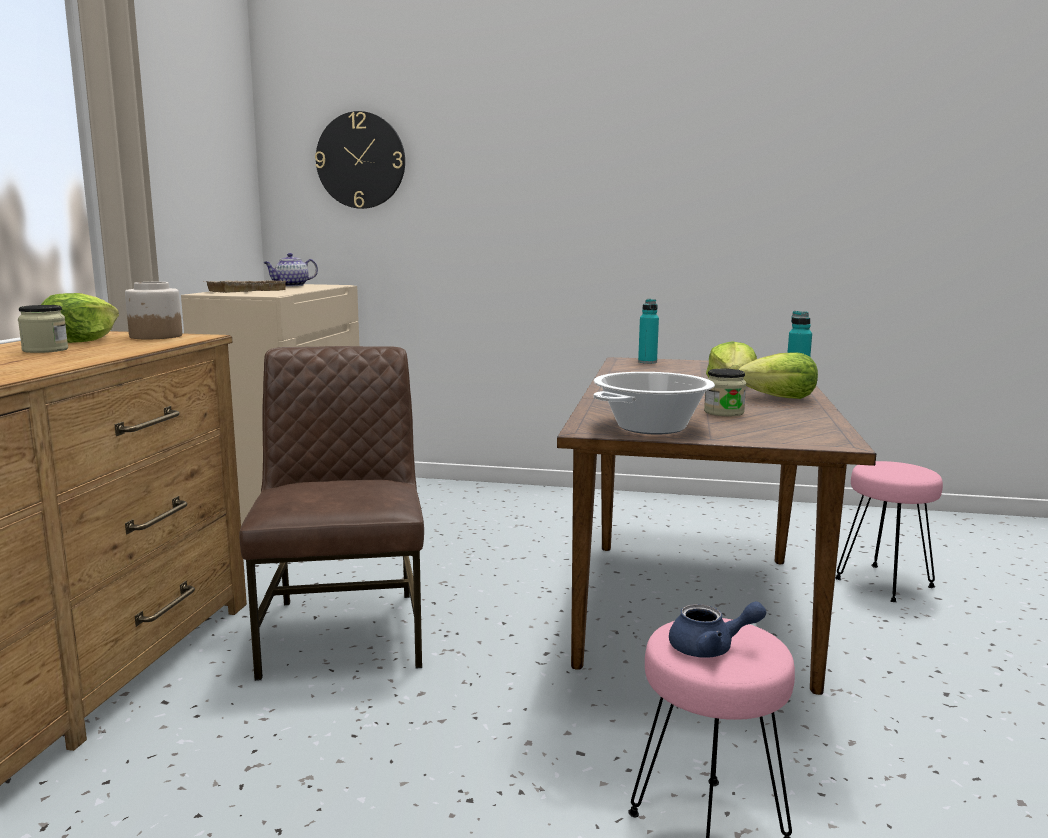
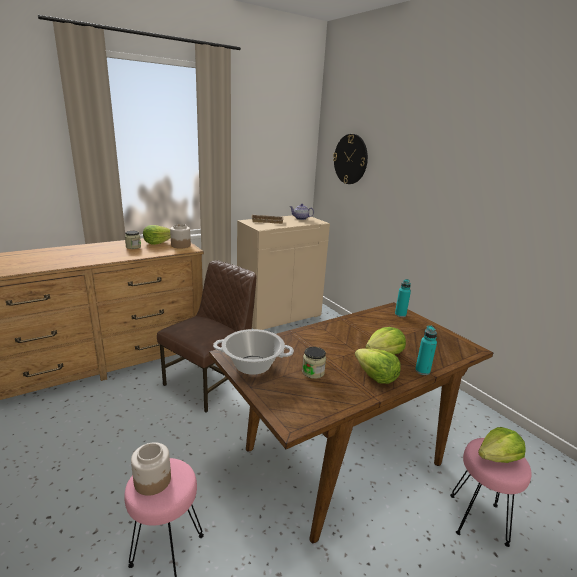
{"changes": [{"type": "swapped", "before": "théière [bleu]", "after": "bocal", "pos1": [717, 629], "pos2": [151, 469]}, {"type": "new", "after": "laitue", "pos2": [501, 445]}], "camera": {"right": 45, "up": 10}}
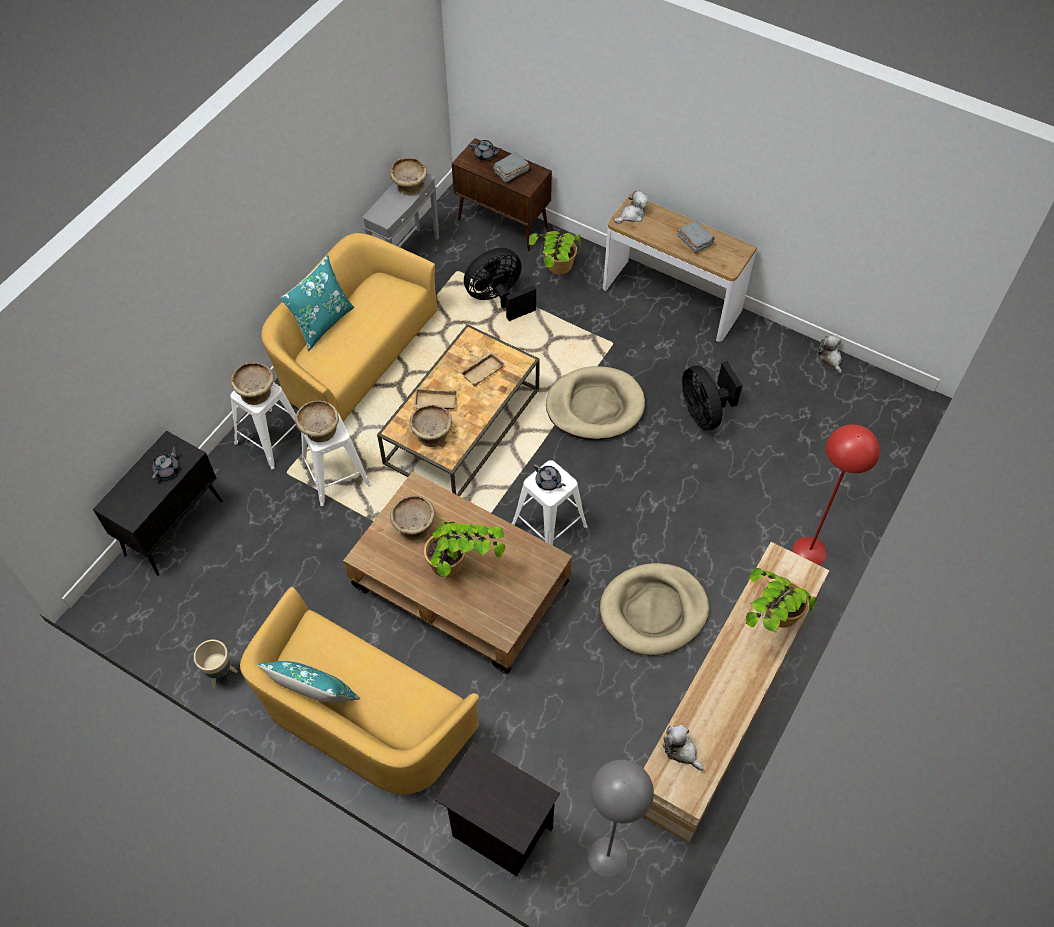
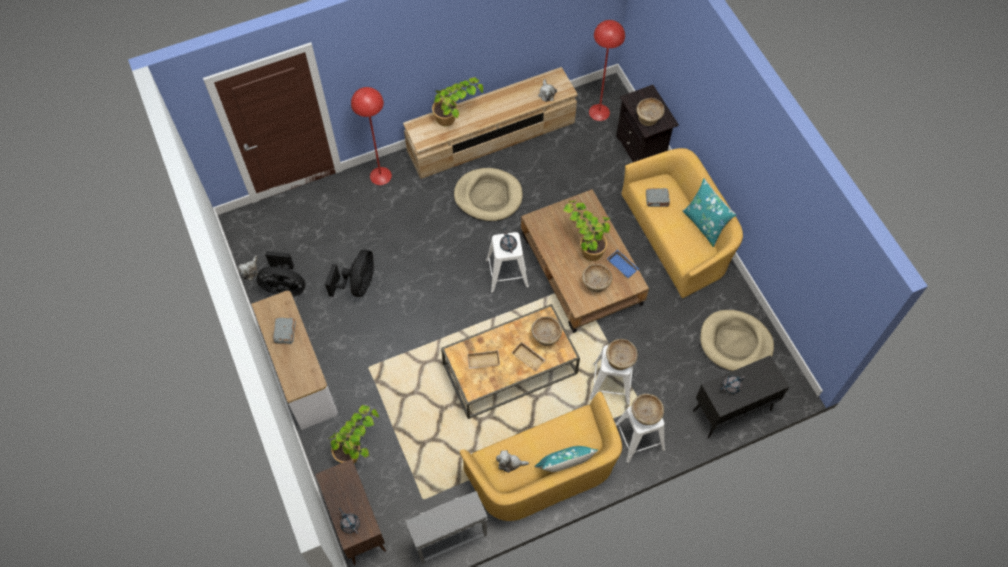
{"changes": [{"type": "gone", "before": "cache-pot [beige]", "pos1": [216, 664]}, {"type": "shifted", "before": "bol [beige]", "pos1": [408, 176], "pos2": [650, 111]}, {"type": "shifted", "before": "ventilateur [noir]", "pos1": [500, 284], "pos2": [281, 273]}, {"type": "shifted", "before": "livre [gris]", "pos1": [511, 167], "pos2": [658, 197]}, {"type": "shifted", "before": "panier pour chien [beige]", "pos1": [595, 403], "pos2": [737, 340]}, {"type": "repainted", "before": "lampadaire [gris]", "after": "lampadaire [rouge]", "pos1": [621, 818], "pos2": [607, 70]}, {"type": "shifted", "before": "peluche", "pos1": [631, 207], "pos2": [512, 461]}, {"type": "new", "after": "plateau [bleu]", "pos2": [623, 264]}], "camera": {"right": -145, "up": 5}}
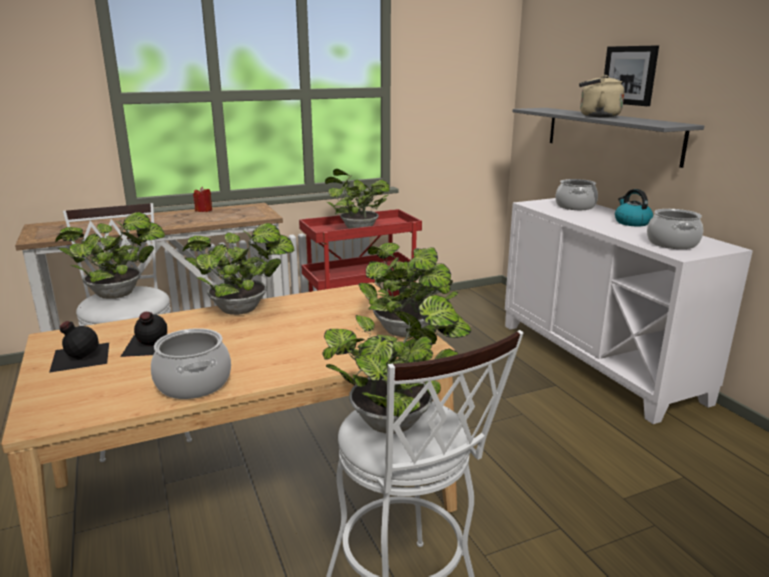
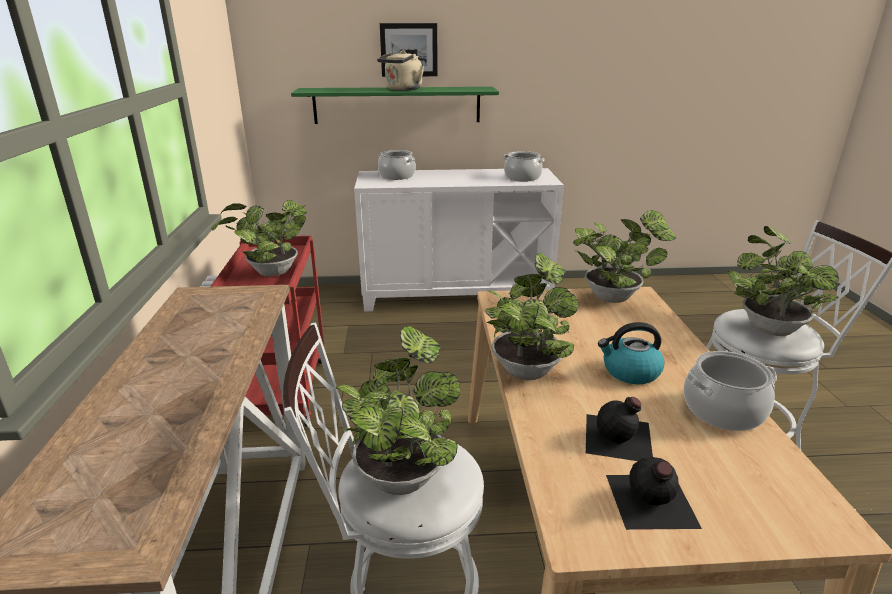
{"changes": [{"type": "gone", "before": "bougie [rouge]", "pos1": [202, 199]}, {"type": "repainted", "before": "étagère [gris]", "after": "étagère [vert]", "pos1": [608, 138], "pos2": [395, 105]}, {"type": "shifted", "before": "bouilloire", "pos1": [634, 207], "pos2": [631, 353]}], "camera": {"right": -70, "up": 5}}
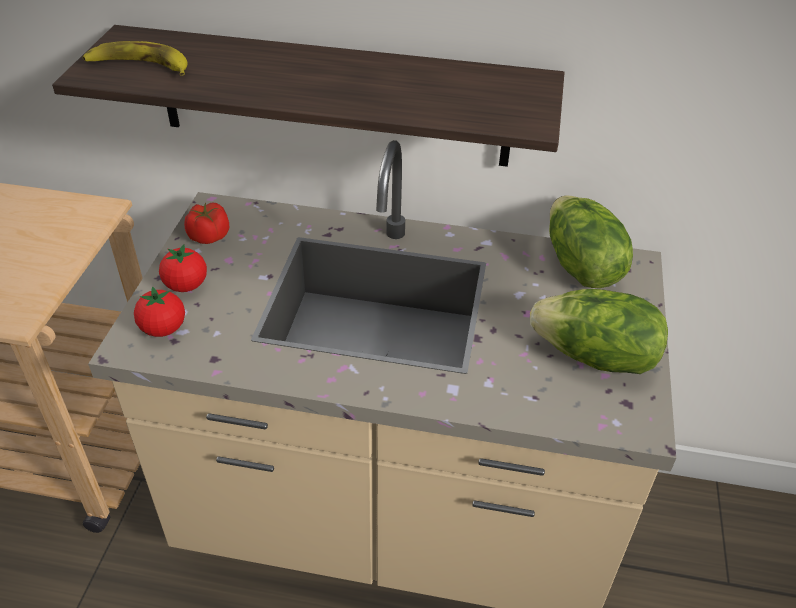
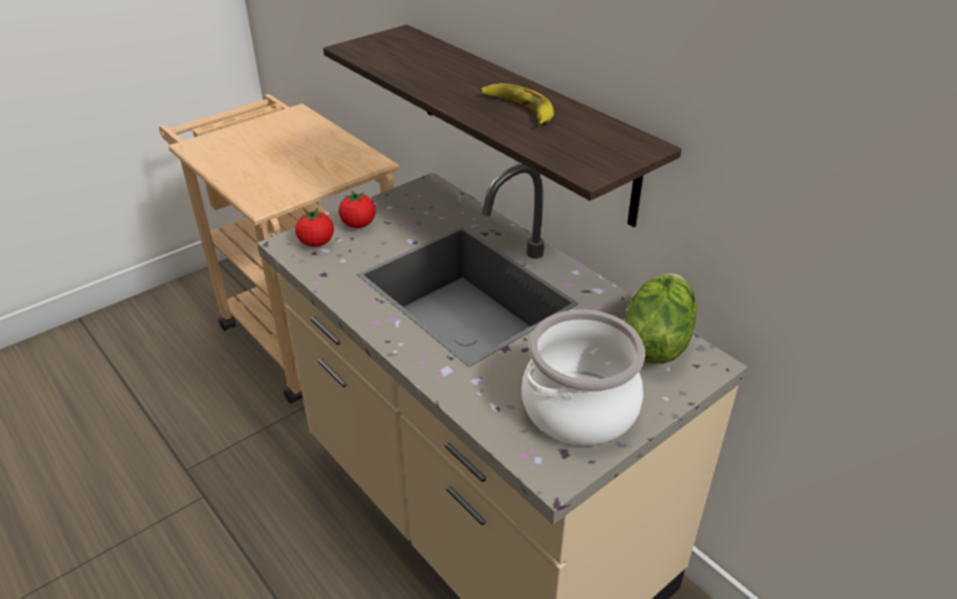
{"changes": [{"type": "shifted", "before": "banane", "pos1": [135, 58], "pos2": [517, 104]}, {"type": "gone", "before": "tomate", "pos1": [206, 223]}, {"type": "swapped", "before": "laitue", "after": "marmite", "pos1": [599, 331], "pos2": [583, 377]}], "camera": {"right": 40, "up": -5}}
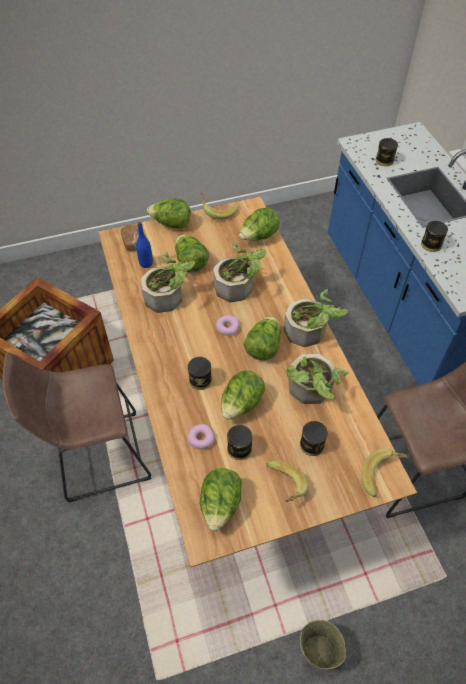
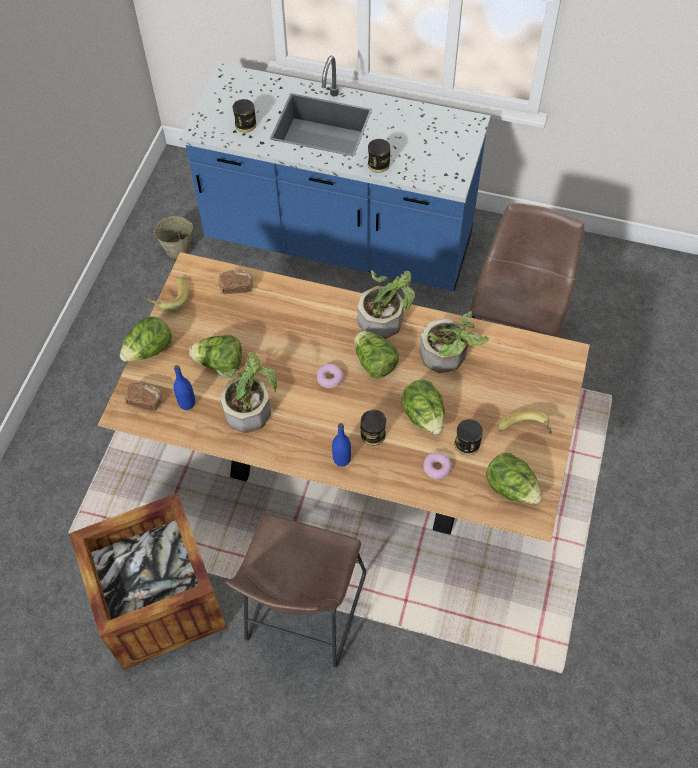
{"changes": [{"type": "gone", "before": "plante en pot", "pos1": [239, 272]}, {"type": "swapped", "before": "laitue", "after": "pain", "pos1": [259, 224], "pos2": [235, 282]}, {"type": "gone", "before": "boîte métallique", "pos1": [314, 438]}, {"type": "shifted", "before": "seau [beige]", "pos1": [323, 645], "pos2": [173, 236]}, {"type": "gone", "before": "banane", "pos1": [386, 472]}, {"type": "new", "after": "bouteille [bleu]", "pos2": [341, 444]}], "camera": {"right": -55, "up": 5}}
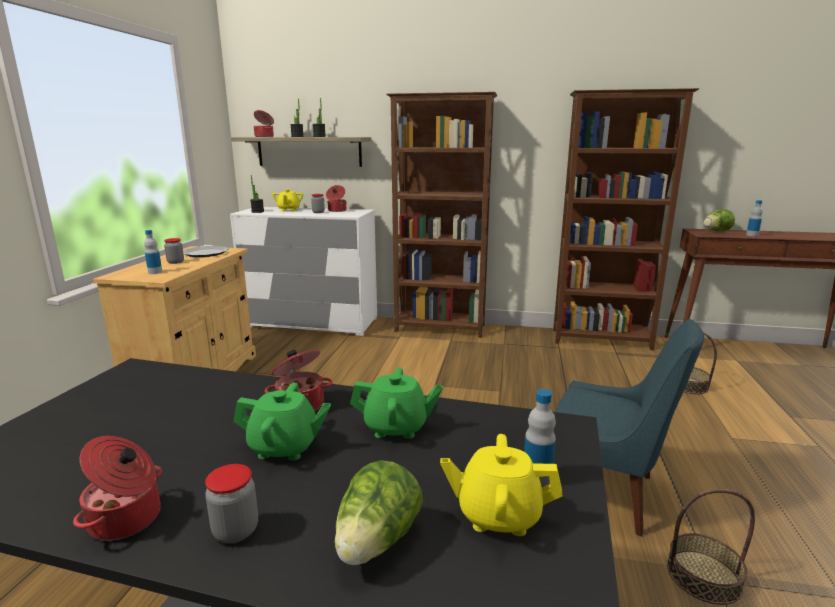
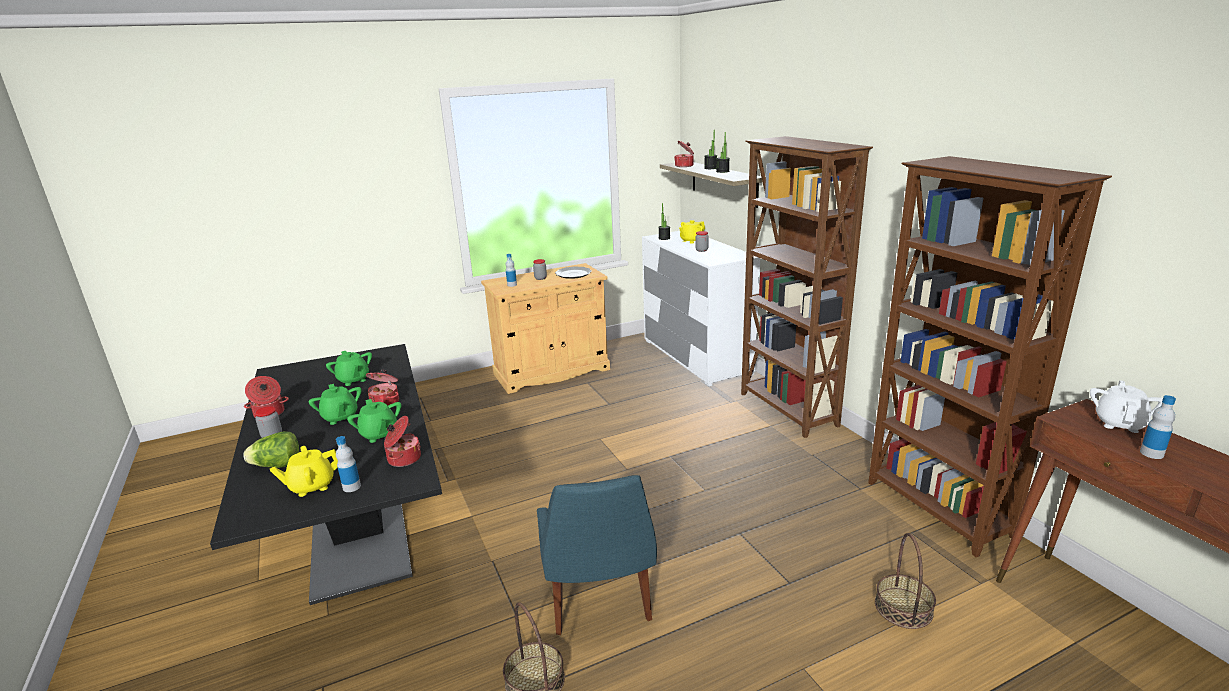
{"changes": [{"type": "shifted", "before": "marmite", "pos1": [336, 198], "pos2": [402, 441]}, {"type": "rotated", "before": "théière [jaune]", "pos1": [501, 485], "pos2": [304, 471], "turn": -90}, {"type": "swapped", "before": "laitue", "after": "théière [blanc]", "pos1": [719, 220], "pos2": [1126, 406]}, {"type": "new", "after": "théière [vert]", "pos2": [349, 368]}], "camera": {"right": 55, "up": 5}}
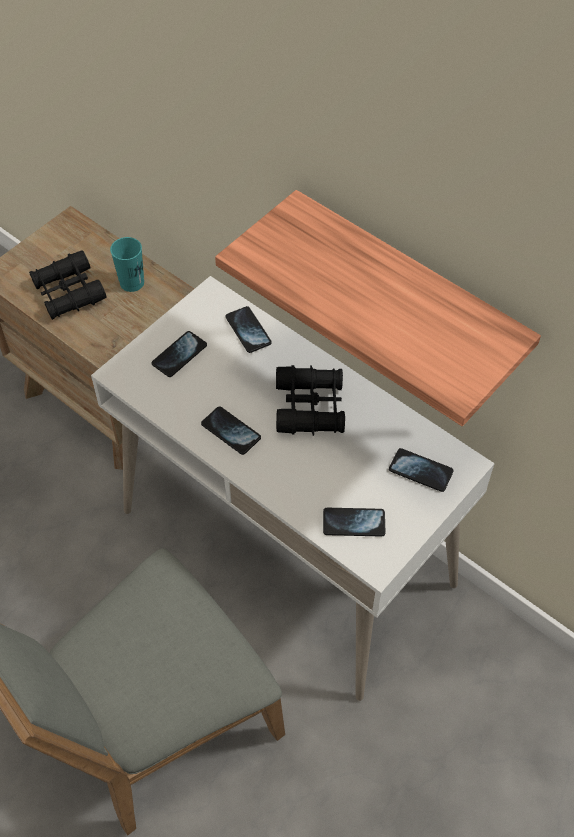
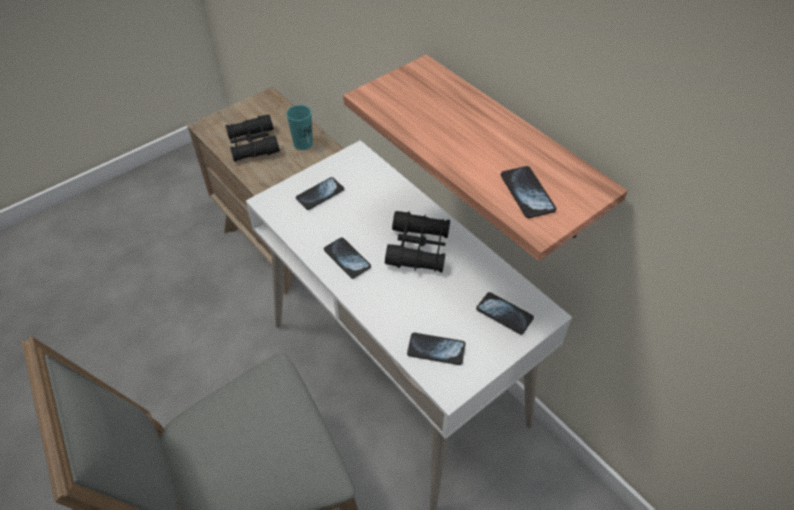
{"changes": [{"type": "shifted", "before": "téléphone", "pos1": [249, 329], "pos2": [528, 192]}], "camera": {"right": 10, "up": -5}}
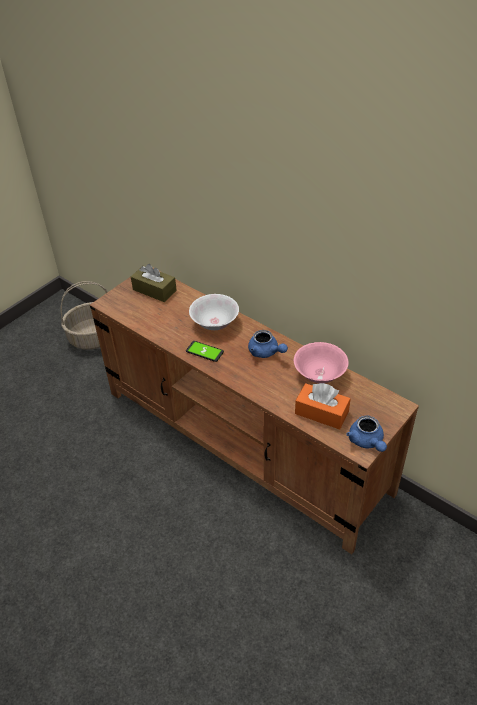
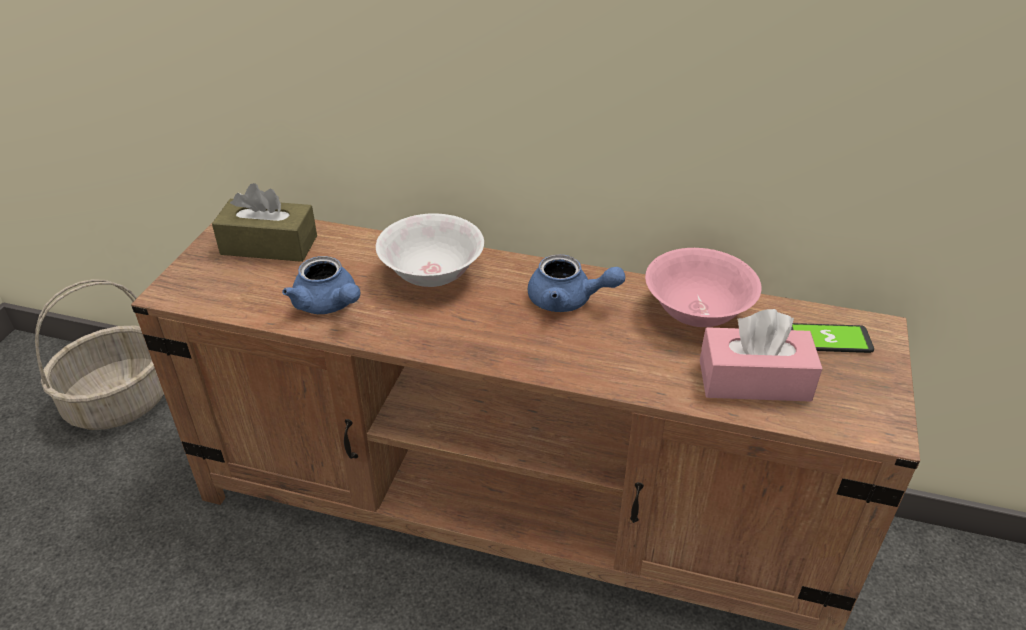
{"changes": [{"type": "shifted", "before": "téléphone", "pos1": [205, 351], "pos2": [832, 338]}, {"type": "repainted", "before": "boîte à mouchoirs [orange]", "after": "boîte à mouchoirs [rose]", "pos1": [323, 406], "pos2": [761, 355]}, {"type": "shifted", "before": "théière [bleu]", "pos1": [366, 433], "pos2": [321, 285]}], "camera": {"right": -25, "up": -5}}
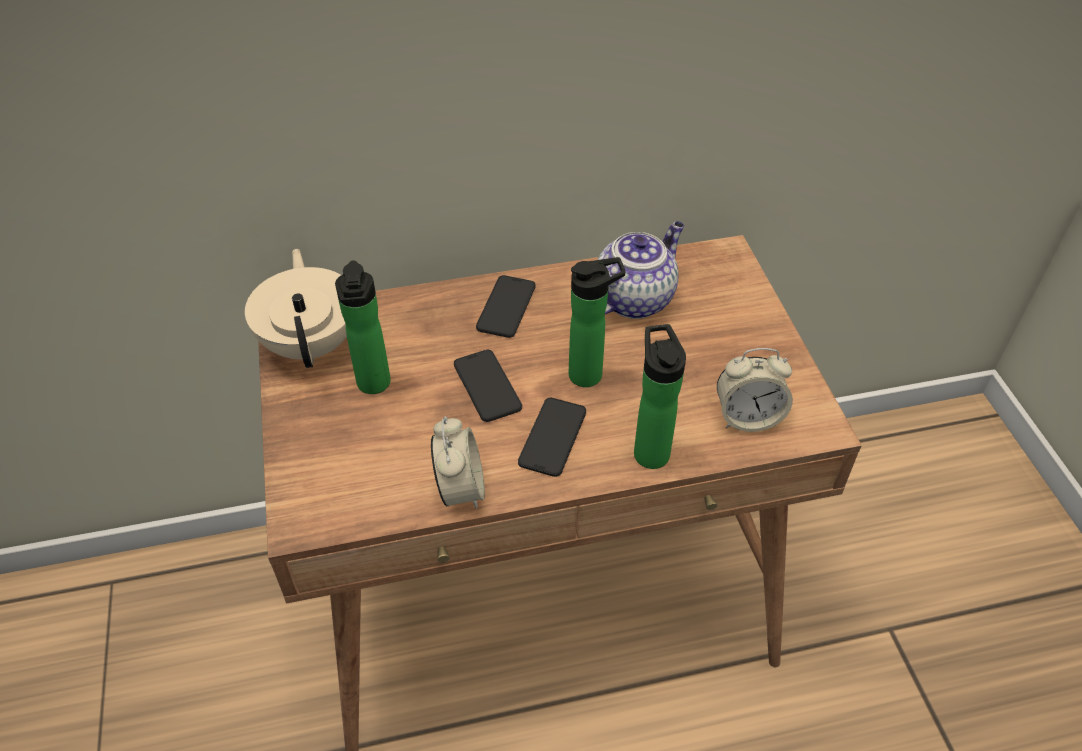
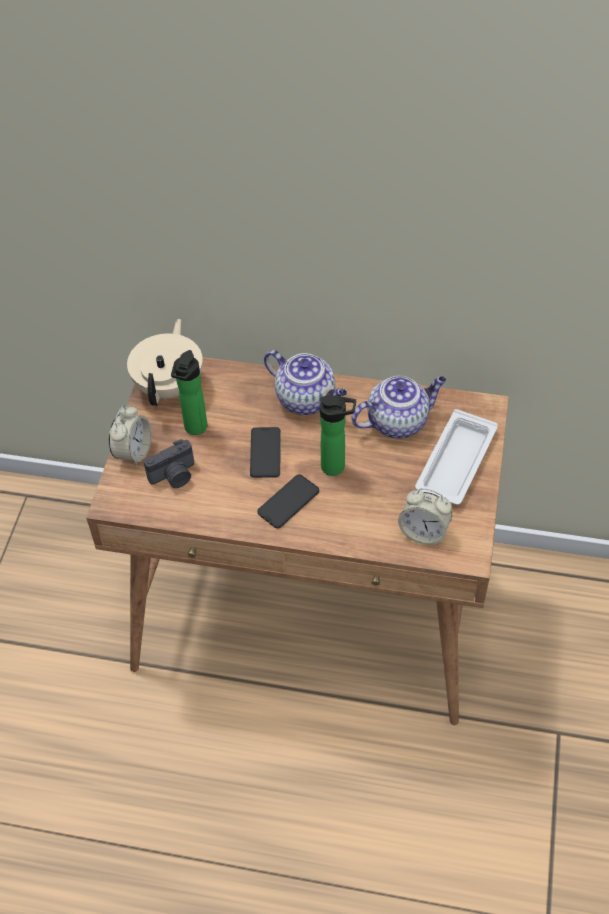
{"changes": [{"type": "shifted", "before": "réveil", "pos1": [458, 462], "pos2": [130, 435]}, {"type": "swapped", "before": "téléphone", "after": "théière", "pos1": [505, 306], "pos2": [305, 382]}, {"type": "gone", "before": "bouteille", "pos1": [660, 396]}, {"type": "new", "after": "appareil photo", "pos2": [169, 463]}, {"type": "new", "after": "plateau [blanc]", "pos2": [456, 457]}], "camera": {"right": 25, "up": 5}}
